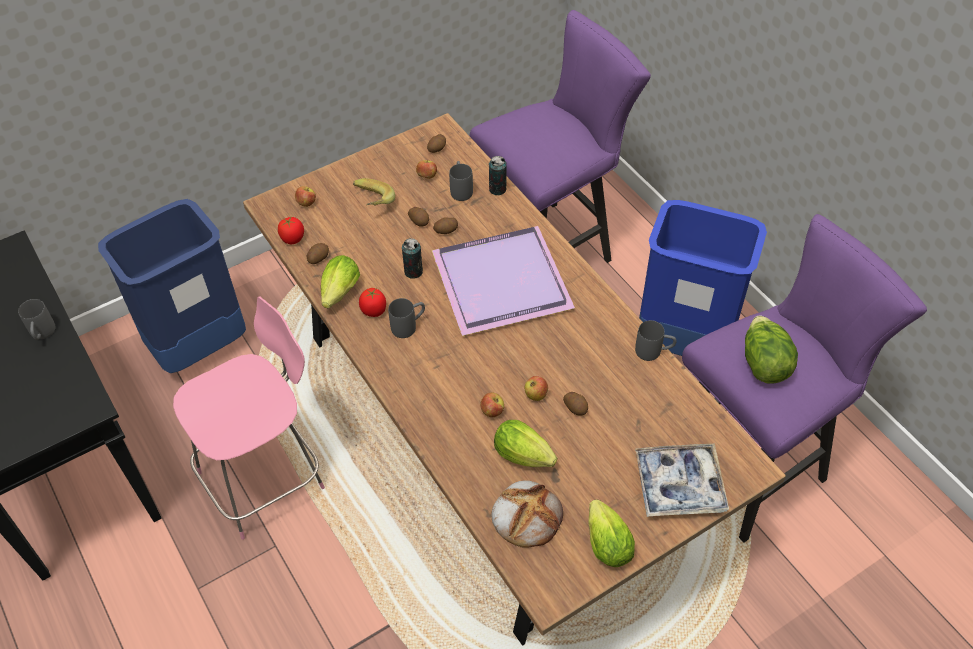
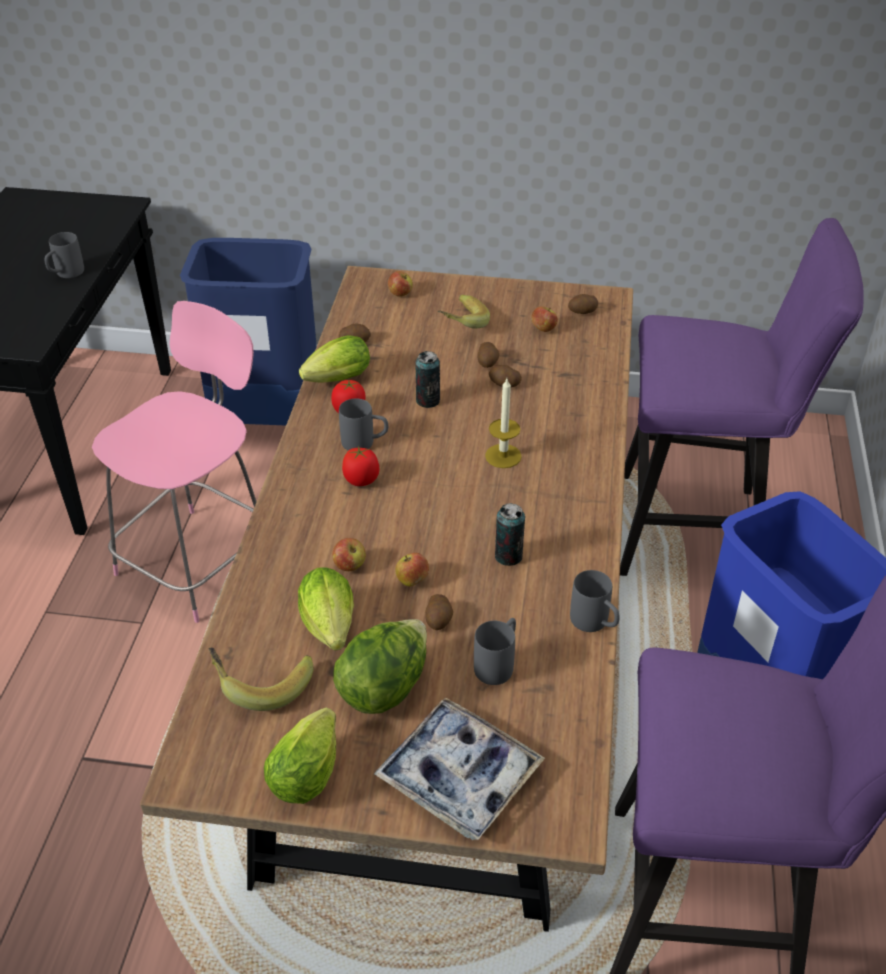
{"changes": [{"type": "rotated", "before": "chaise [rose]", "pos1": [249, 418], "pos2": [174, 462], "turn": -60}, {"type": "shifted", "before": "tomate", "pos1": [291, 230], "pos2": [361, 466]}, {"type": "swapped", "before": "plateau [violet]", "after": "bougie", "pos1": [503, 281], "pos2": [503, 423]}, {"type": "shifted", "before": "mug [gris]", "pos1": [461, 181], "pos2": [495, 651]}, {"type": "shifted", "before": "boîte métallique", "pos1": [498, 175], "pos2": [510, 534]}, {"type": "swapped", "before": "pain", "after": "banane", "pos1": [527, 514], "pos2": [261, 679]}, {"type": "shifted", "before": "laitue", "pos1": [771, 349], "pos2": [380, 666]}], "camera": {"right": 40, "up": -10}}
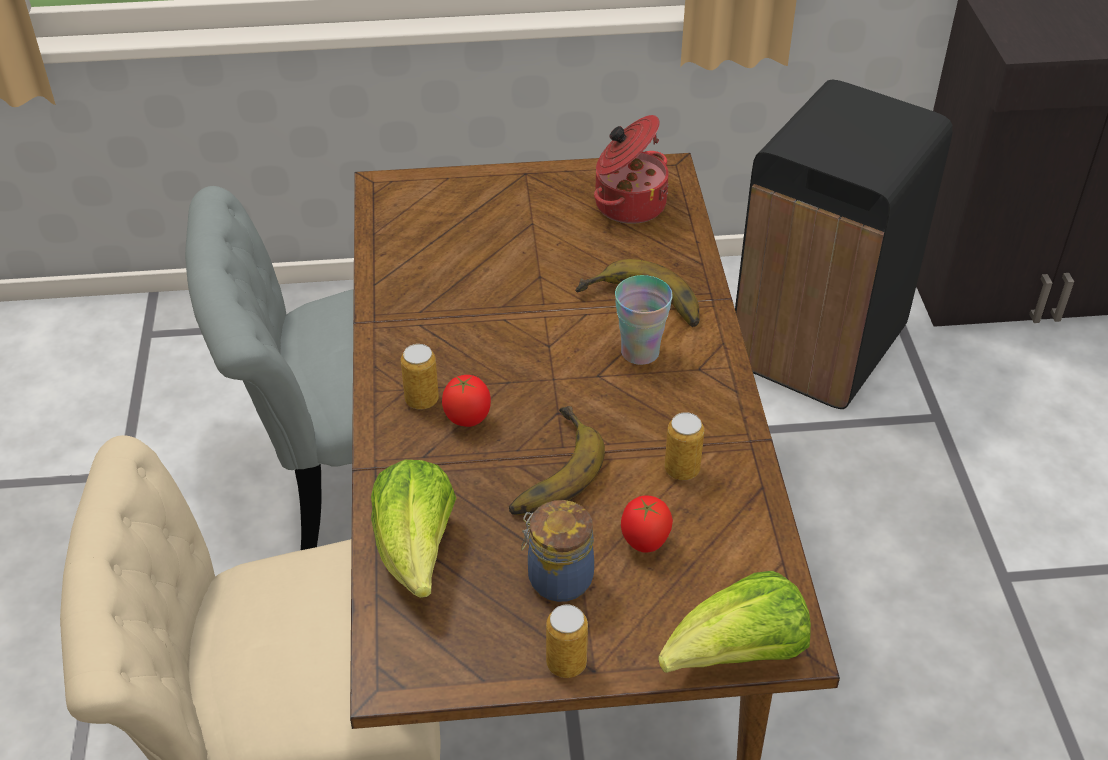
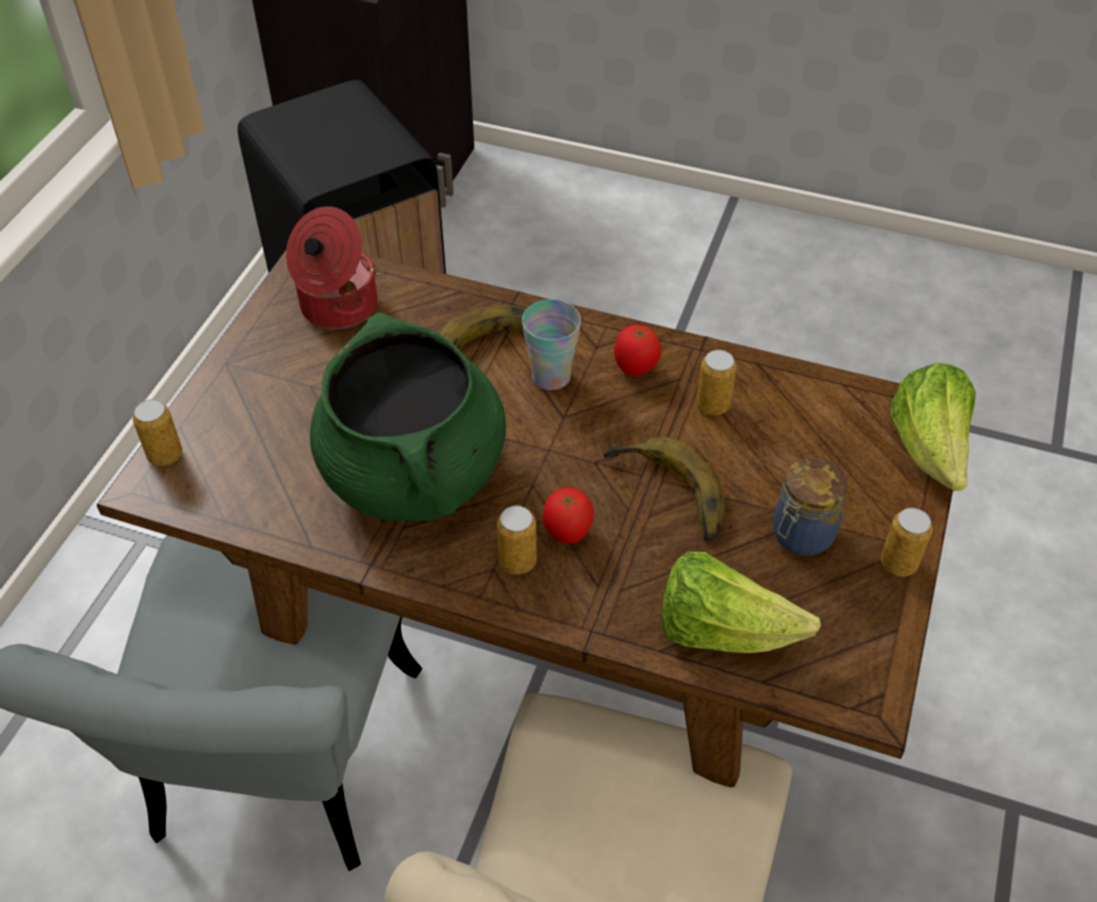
{"changes": [{"type": "shifted", "before": "tomate", "pos1": [647, 524], "pos2": [637, 350]}, {"type": "new", "after": "boîte métallique", "pos2": [157, 432]}, {"type": "new", "after": "marmite [vert]", "pos2": [408, 417]}], "camera": {"right": -65, "up": 5}}
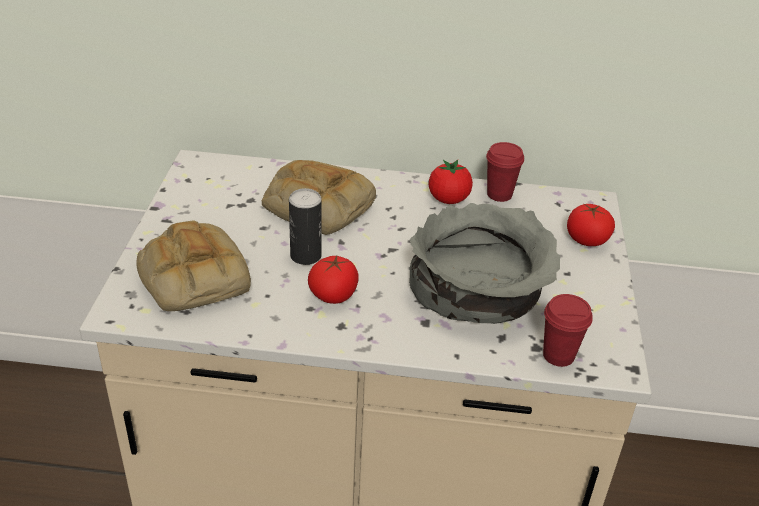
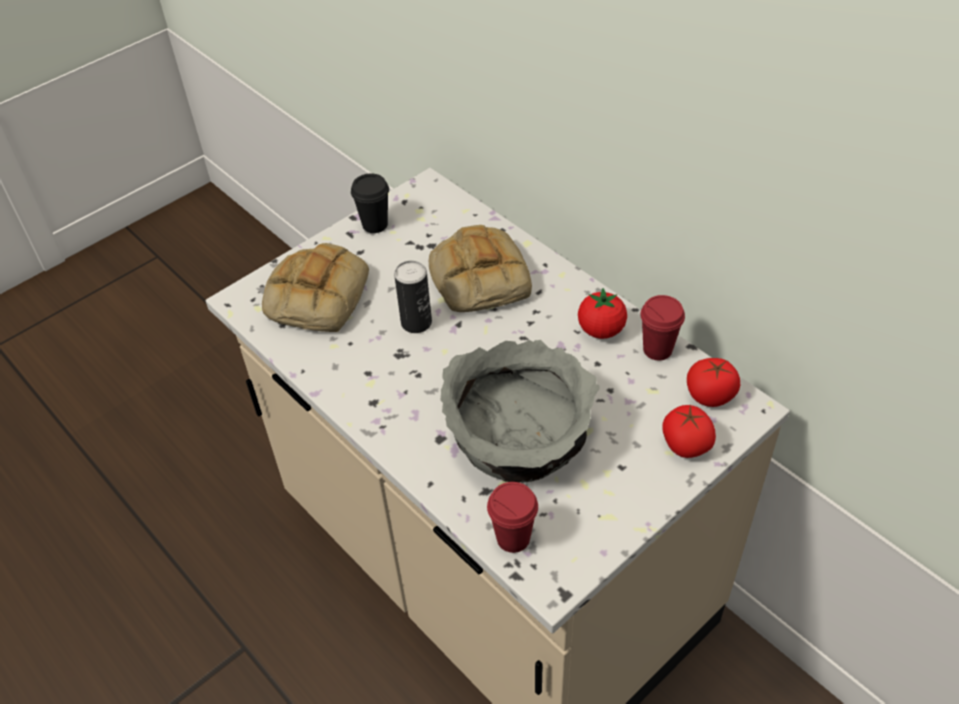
{"changes": [{"type": "shifted", "before": "tomate", "pos1": [333, 279], "pos2": [713, 382]}, {"type": "new", "after": "tasse [noir]", "pos2": [370, 203]}], "camera": {"right": 45, "up": 10}}
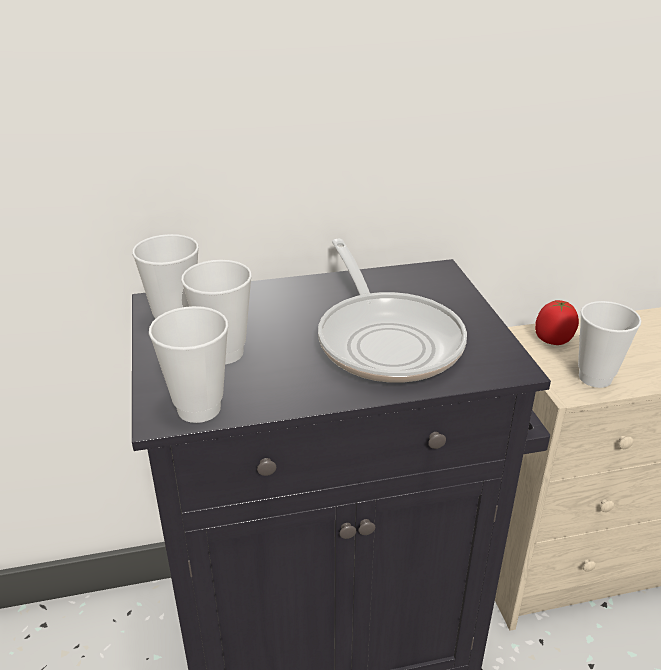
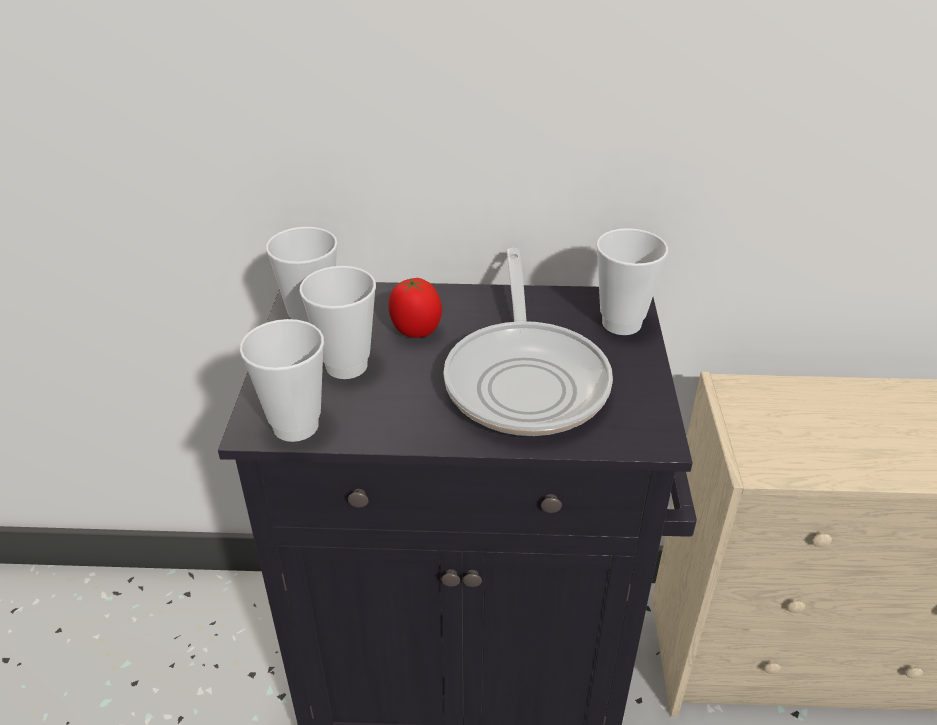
{"changes": [{"type": "shifted", "before": "tomate", "pos1": [557, 322], "pos2": [415, 308]}, {"type": "shifted", "before": "tasse", "pos1": [609, 344], "pos2": [632, 281]}], "camera": {"right": 15, "up": 5}}
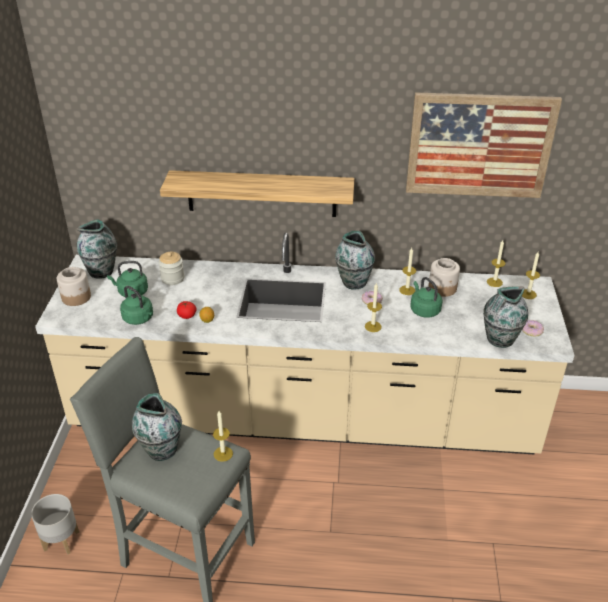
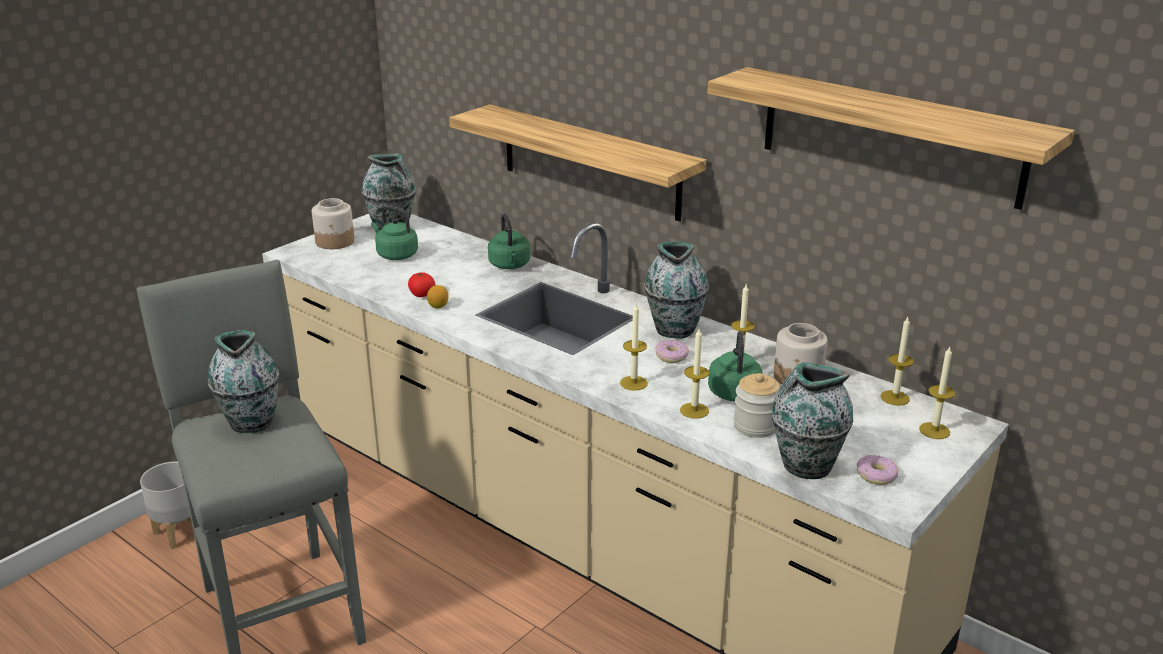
{"changes": [{"type": "shifted", "before": "bouilloire [vert]", "pos1": [136, 305], "pos2": [509, 241]}, {"type": "shifted", "before": "bocal", "pos1": [171, 268], "pos2": [756, 405]}, {"type": "shifted", "before": "bougie", "pos1": [223, 436], "pos2": [694, 374]}, {"type": "swapped", "before": "tableau", "after": "étagère", "pos1": [484, 145], "pos2": [891, 138]}], "camera": {"right": 35, "up": -10}}
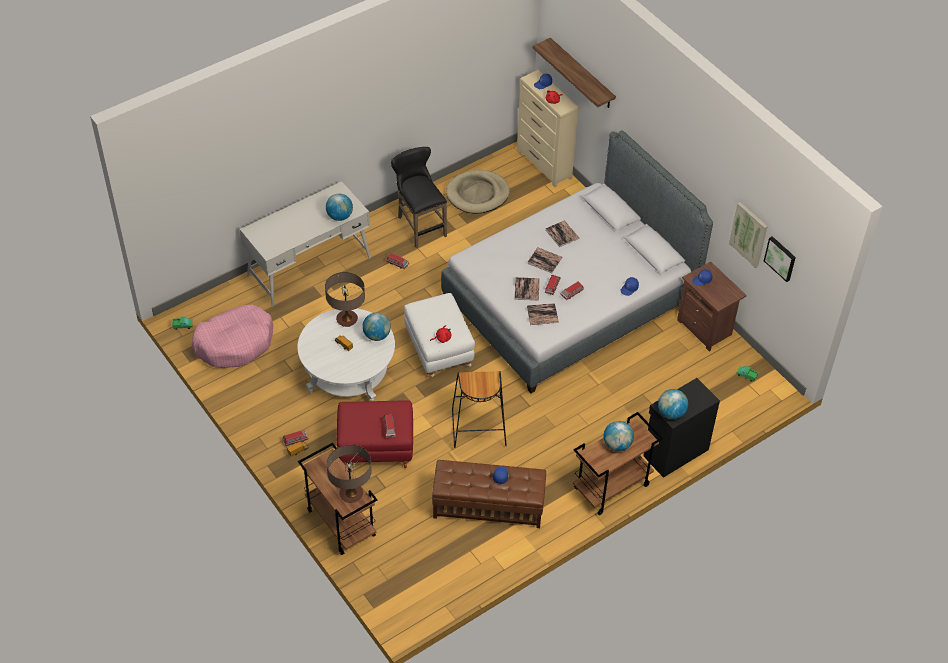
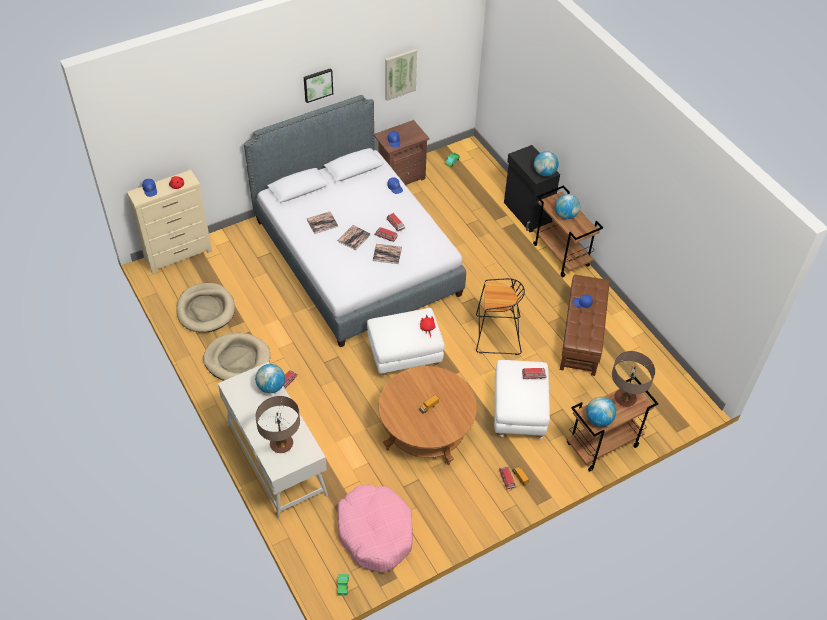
{"changes": [{"type": "repainted", "before": "table basse [blanc]", "after": "table basse [marron]", "pos1": [346, 354], "pos2": [428, 415]}, {"type": "shifted", "before": "lampe de table", "pos1": [345, 299], "pos2": [278, 424]}, {"type": "repainted", "before": "pouf [rouge]", "after": "pouf [blanc]", "pos1": [375, 434], "pos2": [522, 399]}, {"type": "shifted", "before": "globe", "pos1": [376, 327], "pos2": [601, 412]}, {"type": "swapped", "before": "tabouret [noir]", "after": "panier pour chien [beige]", "pos1": [419, 197], "pos2": [236, 357]}, {"type": "gone", "before": "livre", "pos1": [543, 314]}, {"type": "gone", "before": "étagère", "pos1": [574, 73]}, {"type": "shifted", "before": "tableau", "pos1": [780, 259], "pos2": [318, 85]}], "camera": {"right": -85, "up": 0}}
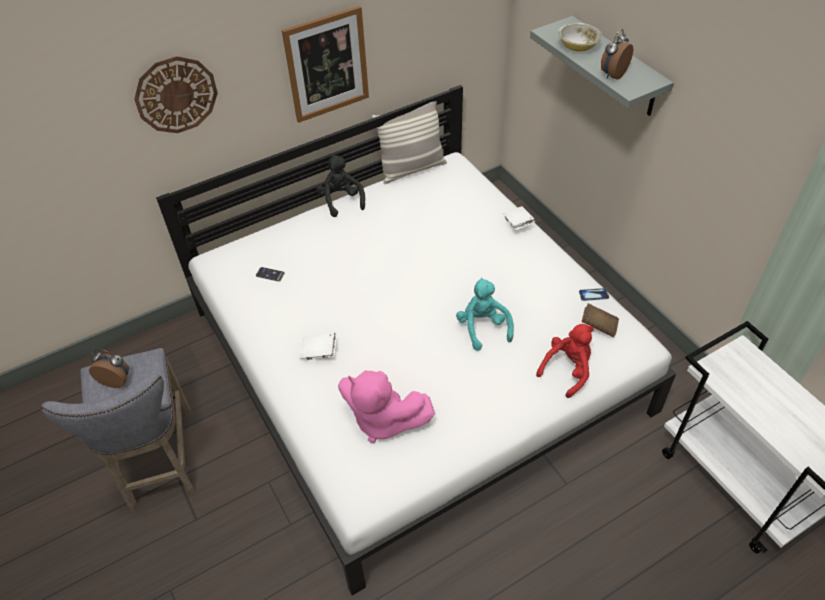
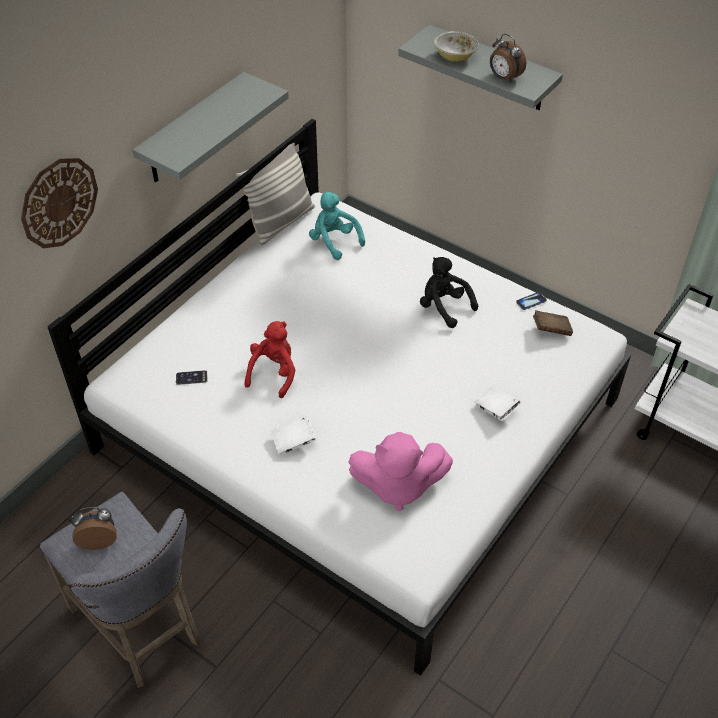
{"changes": [{"type": "swapped", "before": "tableau", "after": "étagère [gris]", "pos1": [325, 64], "pos2": [211, 127]}, {"type": "shifted", "before": "peluche [noir]", "pos1": [340, 186], "pos2": [449, 292]}, {"type": "shifted", "before": "peluche [turquoise]", "pos1": [485, 314], "pos2": [337, 226]}, {"type": "shifted", "before": "livre [blanc]", "pos1": [519, 218], "pos2": [497, 403]}, {"type": "shifted", "before": "peluche [rouge]", "pos1": [565, 361], "pos2": [270, 359]}, {"type": "rotated", "before": "réveil", "pos1": [617, 54], "pos2": [508, 58], "turn": -60}], "camera": {"right": -25, "up": 0}}
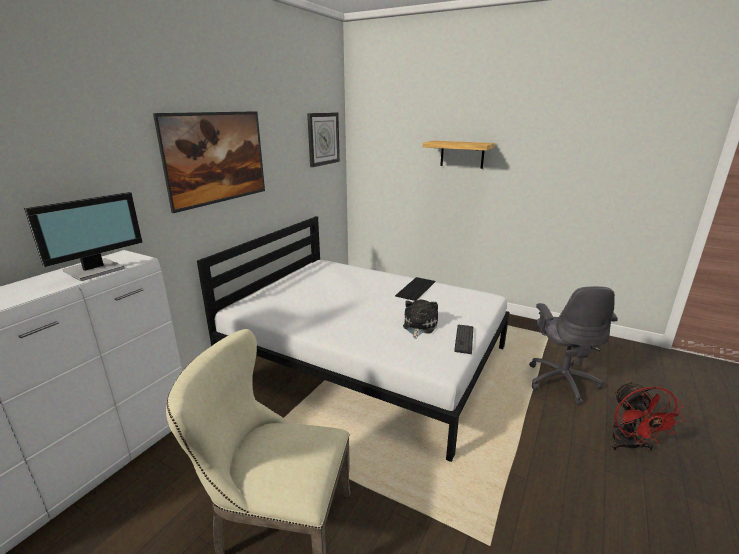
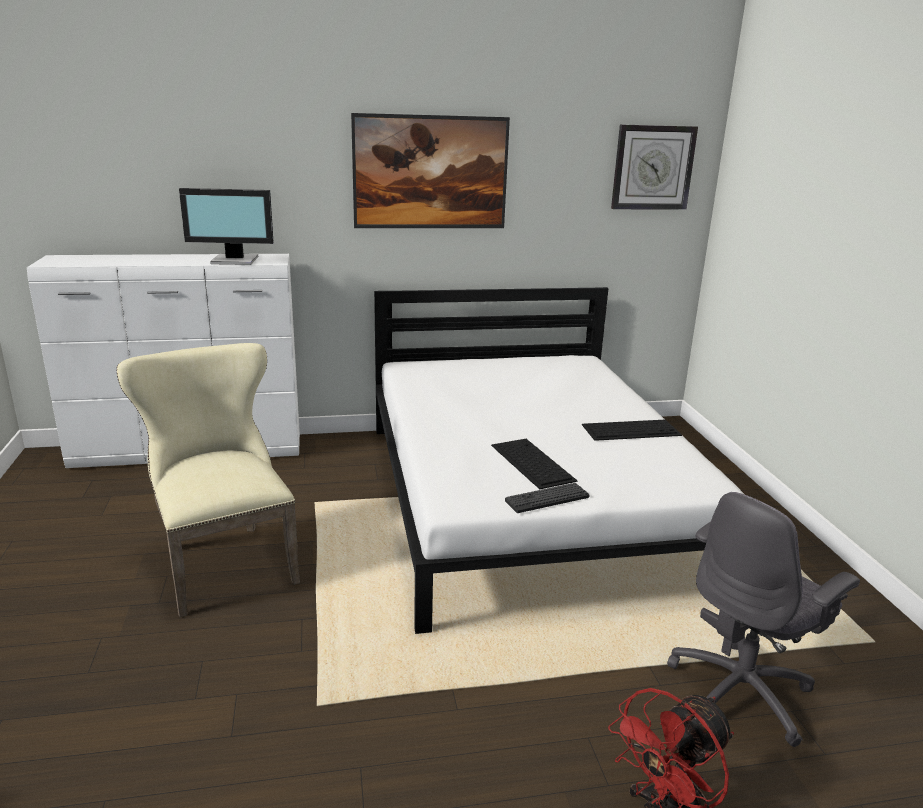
{"changes": [{"type": "swapped", "before": "peluche", "after": "clavier", "pos1": [420, 319], "pos2": [534, 464]}, {"type": "gone", "before": "étagère", "pos1": [459, 155]}], "camera": {"right": 50, "up": 0}}
